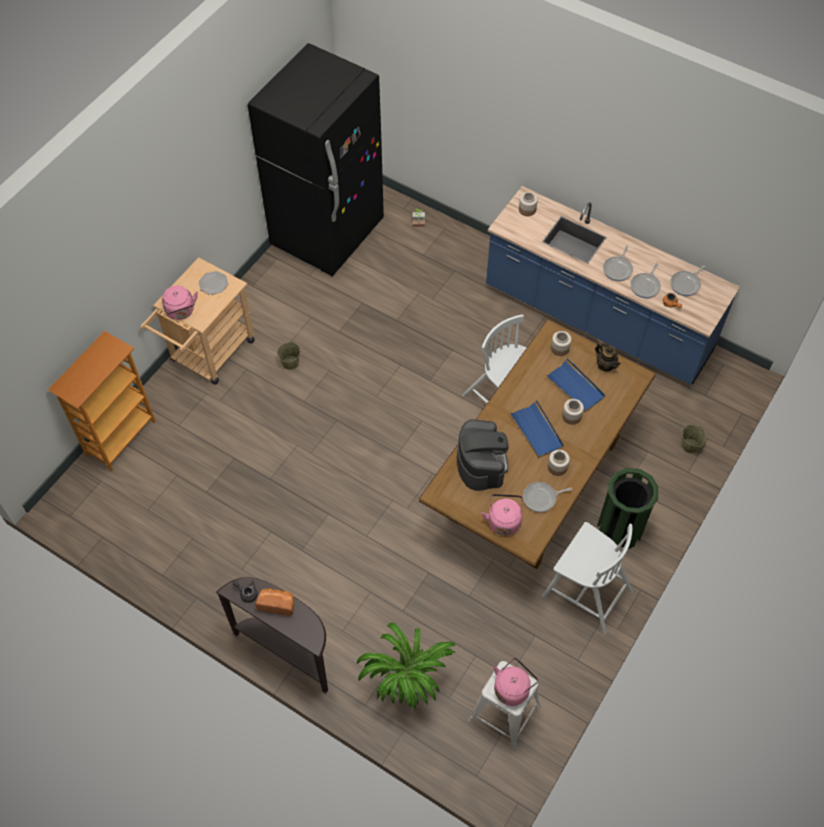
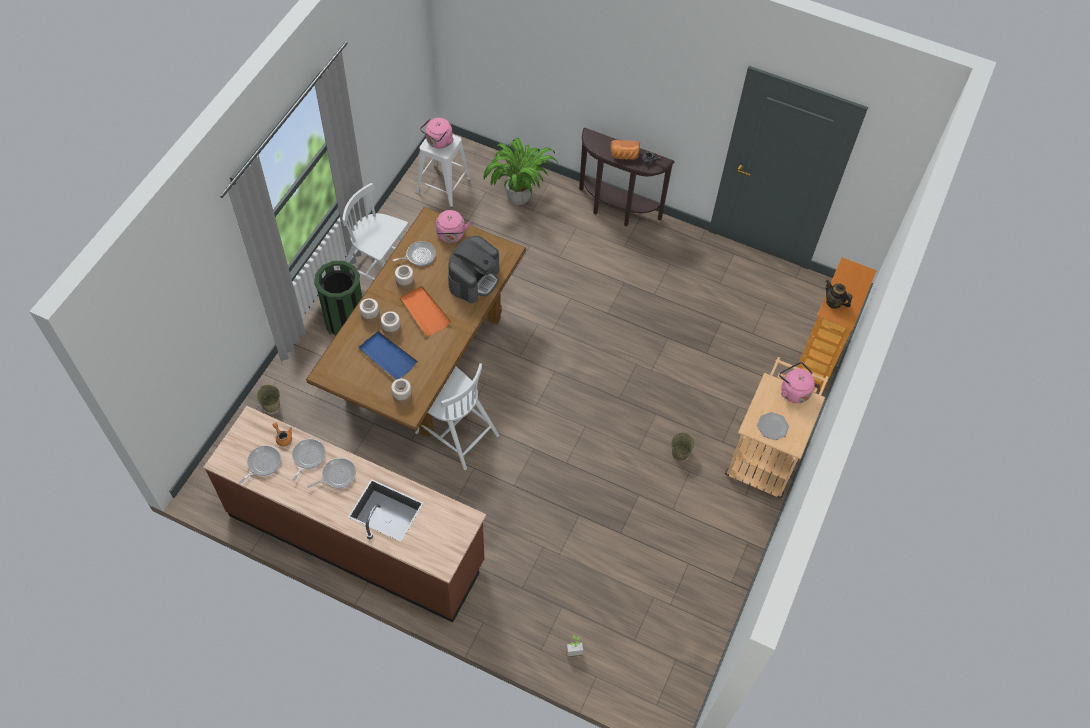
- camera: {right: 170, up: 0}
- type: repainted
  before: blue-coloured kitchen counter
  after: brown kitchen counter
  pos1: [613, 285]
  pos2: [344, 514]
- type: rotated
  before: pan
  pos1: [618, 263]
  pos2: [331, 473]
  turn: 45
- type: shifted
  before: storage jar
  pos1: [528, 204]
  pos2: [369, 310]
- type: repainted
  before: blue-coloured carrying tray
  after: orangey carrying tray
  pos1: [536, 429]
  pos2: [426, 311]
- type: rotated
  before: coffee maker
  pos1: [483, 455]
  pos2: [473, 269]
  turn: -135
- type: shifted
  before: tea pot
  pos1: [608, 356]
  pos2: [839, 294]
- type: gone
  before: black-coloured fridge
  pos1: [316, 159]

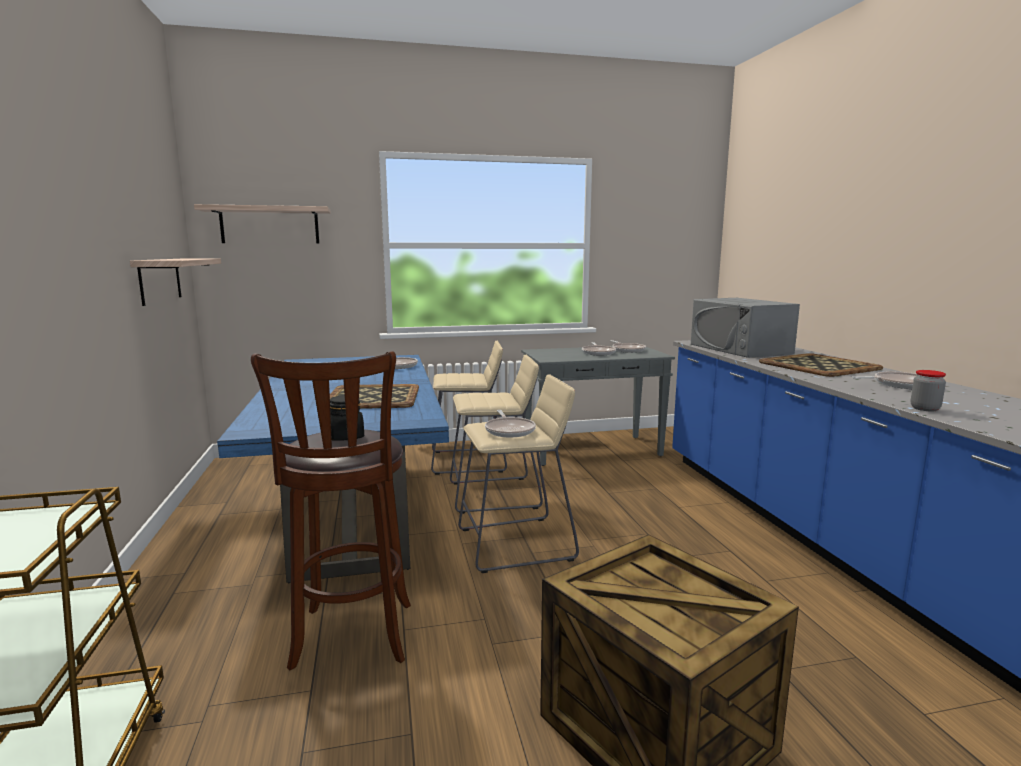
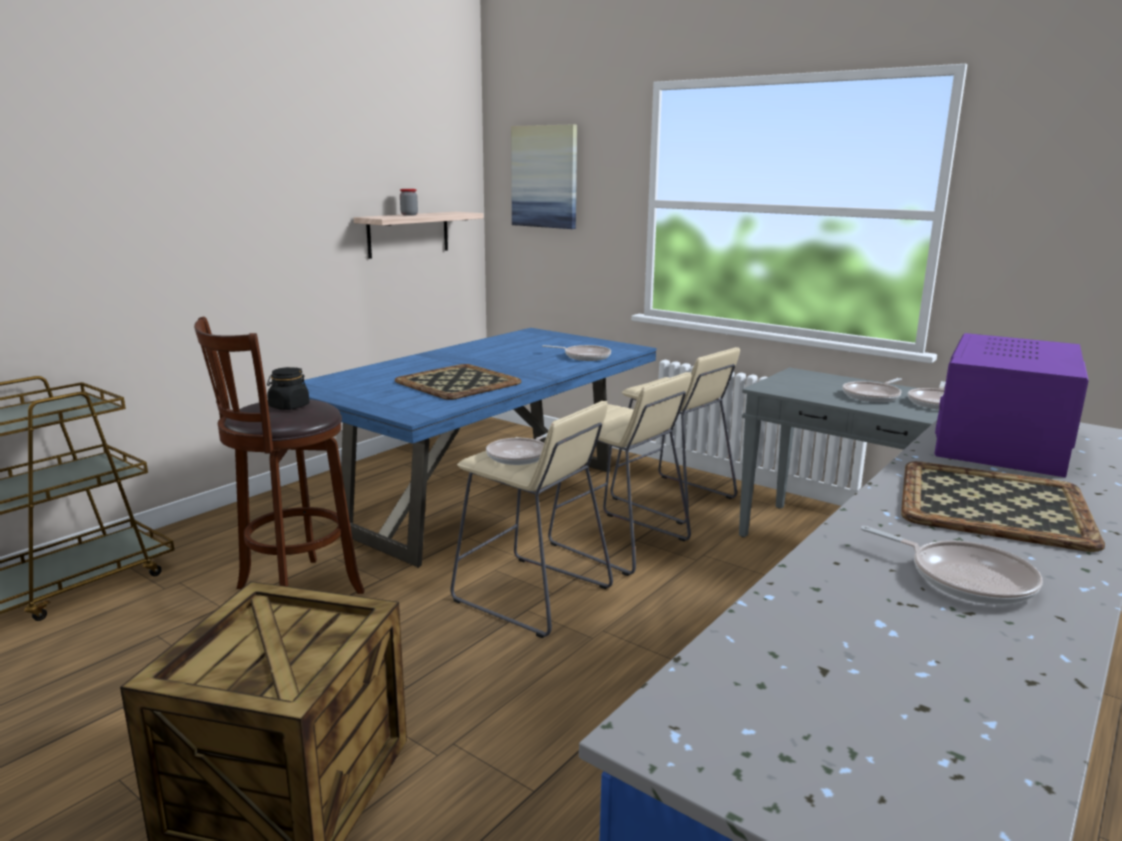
- camera: {right: 50, up: 5}
- type: shifted
  before: storage jar
  pos1: [928, 391]
  pos2: [409, 202]
- type: swapped
  before: wall shelf
  after: picture
  pos1: [262, 223]
  pos2: [544, 176]
- type: repainted
  before: grey microwave
  after: purple microwave
  pos1: [745, 328]
  pos2: [1011, 405]

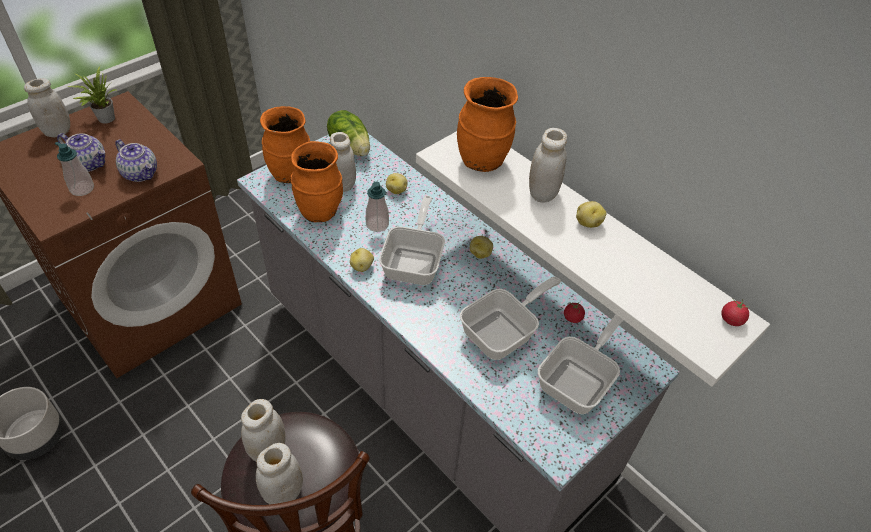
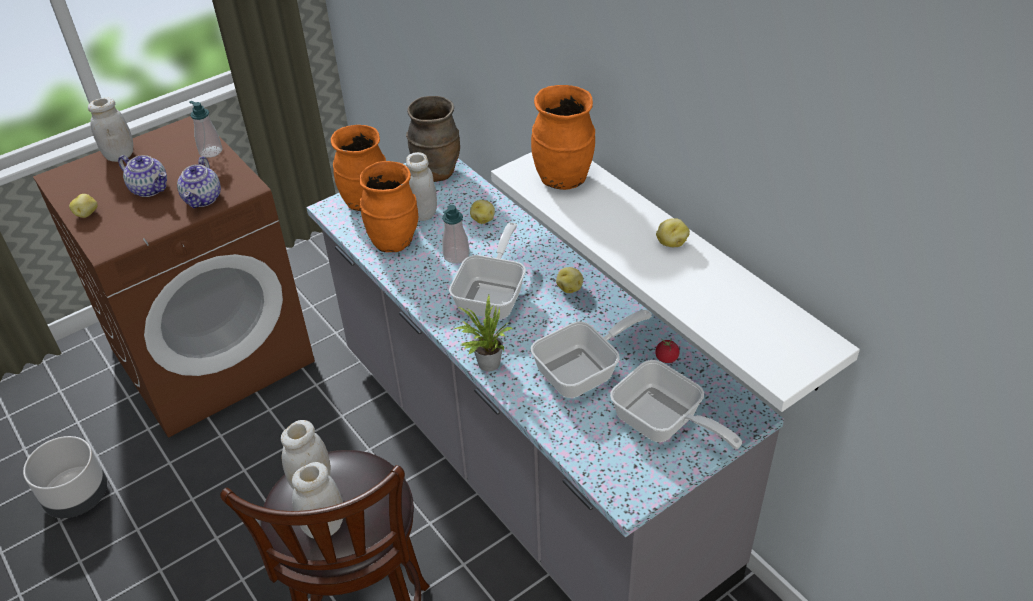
- camera: {right: 10, up: -5}
- type: shifted
  before: whole potato
  pos1: [362, 260]
  pos2: [83, 206]
- type: rotated
  before: tea pot
  pos1: [136, 160]
  pos2: [199, 182]
  turn: 45
- type: shifted
  before: soap bottle
  pos1: [74, 169]
  pos2: [205, 129]
- type: swapped
  before: lettuce
  after: brown vase
  pos1: [348, 133]
  pos2: [433, 139]
- type: shifted
  before: plant in a pot
  pos1: [93, 95]
  pos2: [484, 333]
- type: rotated
  before: pan
  pos1: [581, 364]
  pos2: [676, 404]
  turn: 90
- type: gone
  before: white-coloured storage jar
  pos1: [548, 165]
- type: gone
  before: tomato
  pos1: [735, 312]

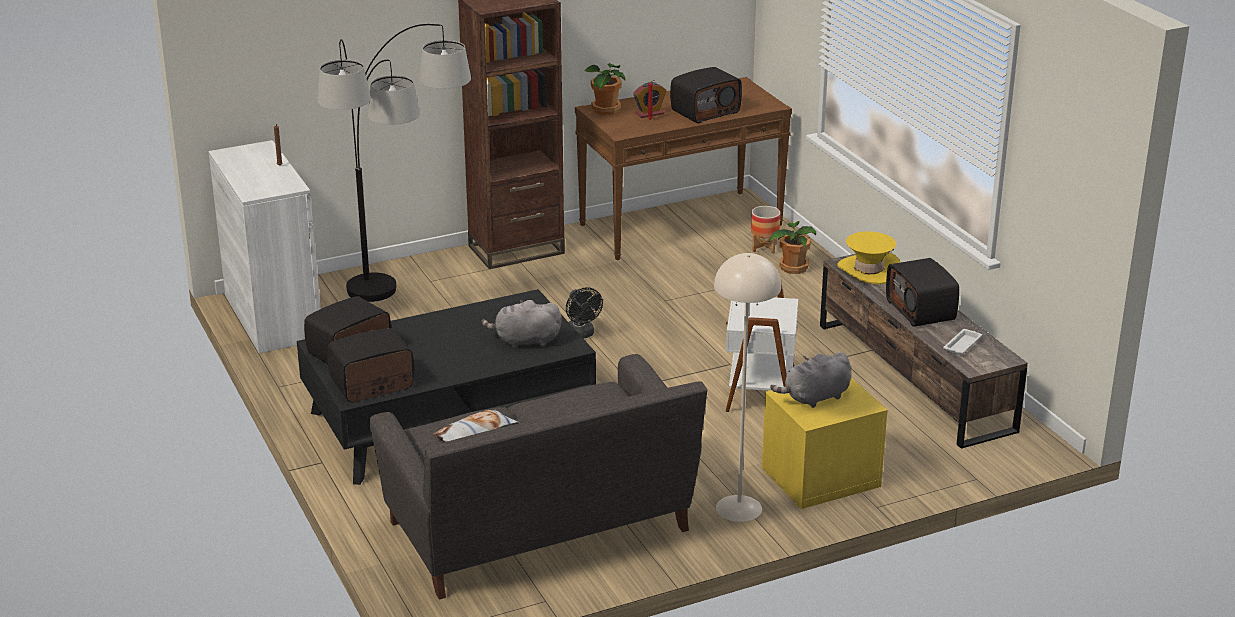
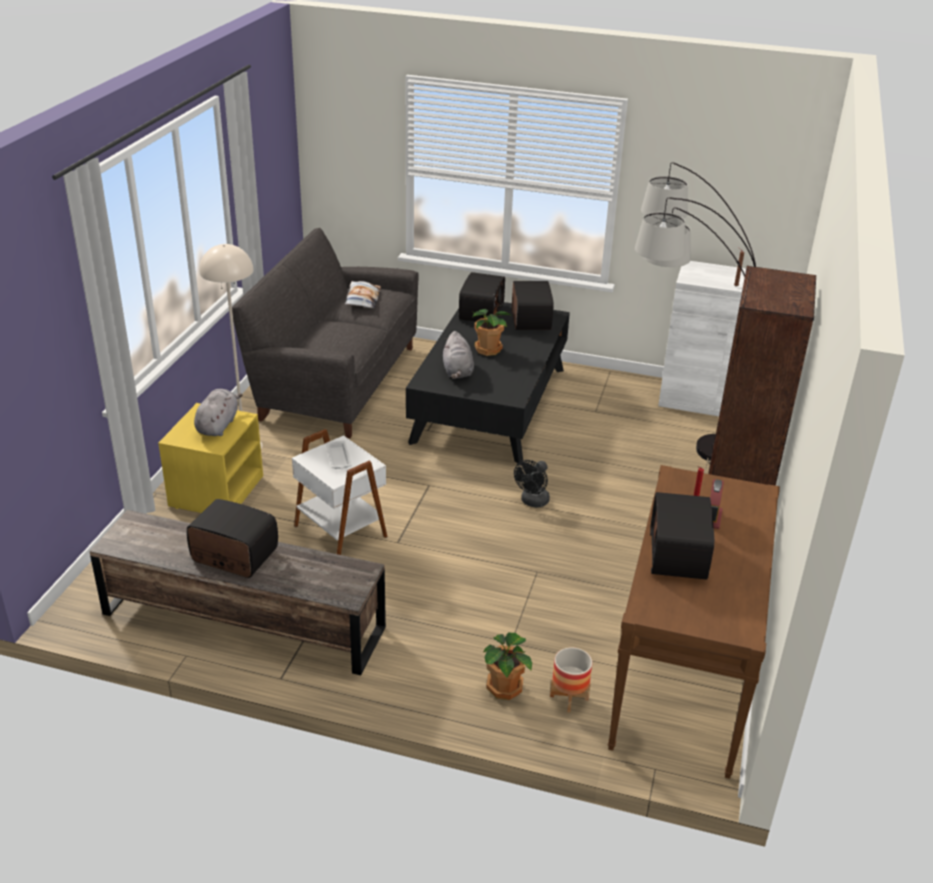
- camera: {right: 130, up: 5}
- type: shifted
  before: white-coloured carrying tray
  pos1: [962, 342]
  pos2: [339, 455]
- type: rotated
  before: grey cuddly toy
  pos1: [521, 324]
  pos2: [458, 355]
  turn: 135
- type: shifted
  before: plant in a pot
  pos1: [605, 89]
  pos2: [491, 332]
- type: rotated
  before: black-coloured cooling fan
  pos1: [584, 313]
  pos2: [532, 484]
  turn: -75
- type: gone
  before: yellowish clothing hat
  pos1: [868, 257]

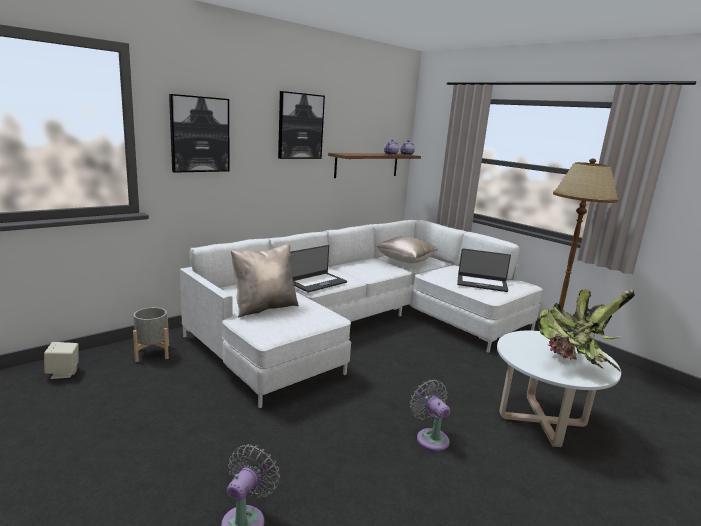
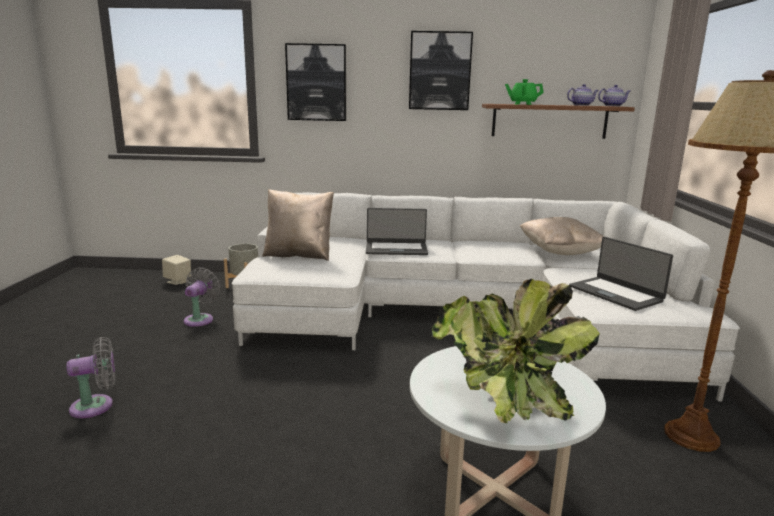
- camera: {right: 45, up: 0}
- type: shifted
  before: grey cooling fan
  pos1: [430, 415]
  pos2: [202, 297]
- type: new
  after: greenish tea pot
  pos2: [524, 92]

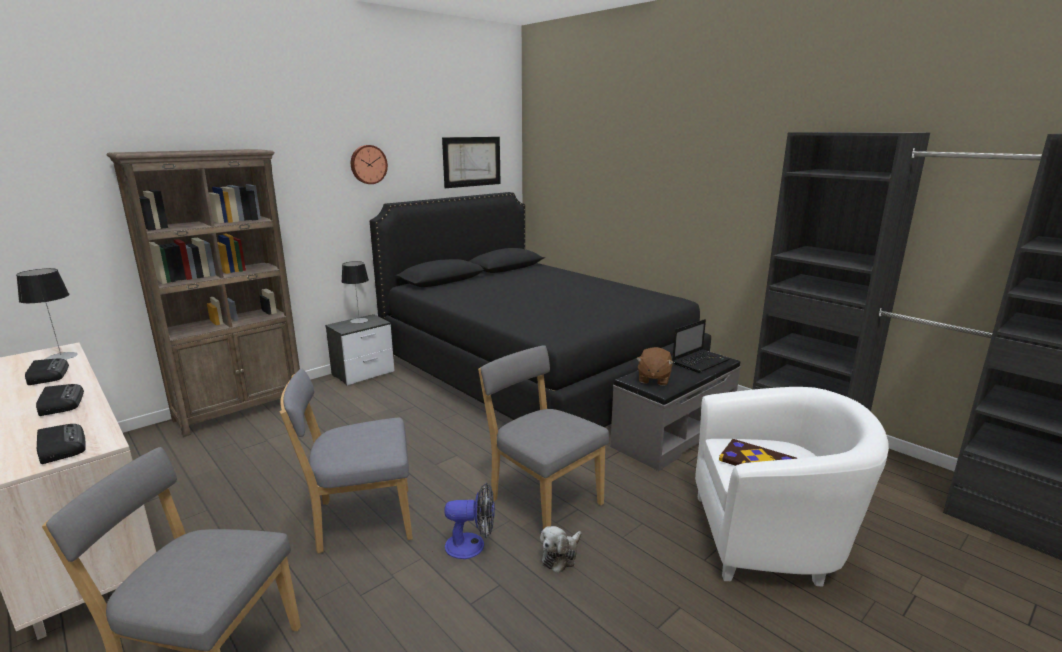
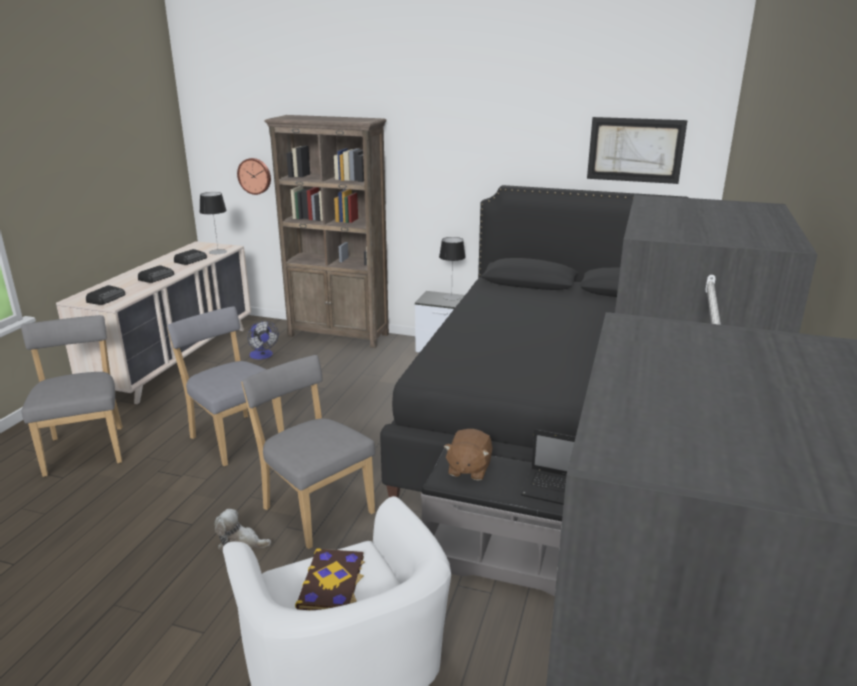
- camera: {right: 60, up: 5}
- type: shifted
  before: wall clock
  pos1: [369, 164]
  pos2: [254, 176]
- type: rotated
  before: grey chair
  pos1: [543, 437]
  pos2: [308, 452]
  turn: -60
- type: shifted
  before: cooling fan
  pos1: [469, 521]
  pos2: [263, 340]
- type: rotated
  before: brown cuddly toy
  pos1: [655, 366]
  pos2: [468, 455]
  turn: -60

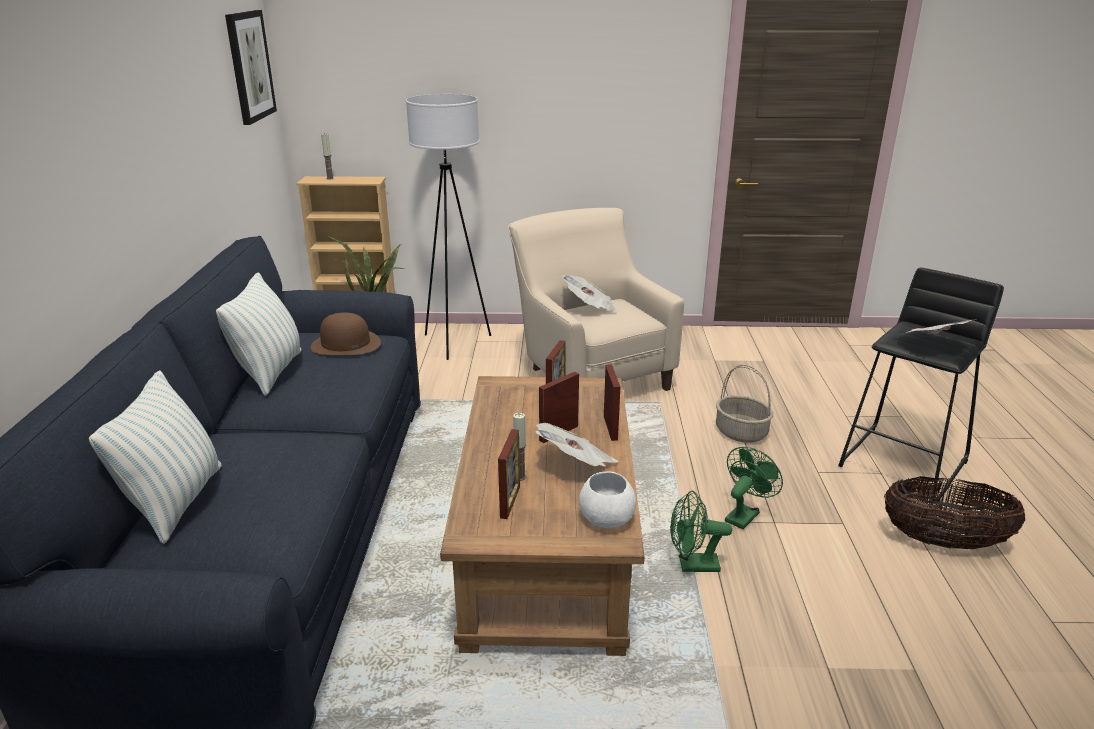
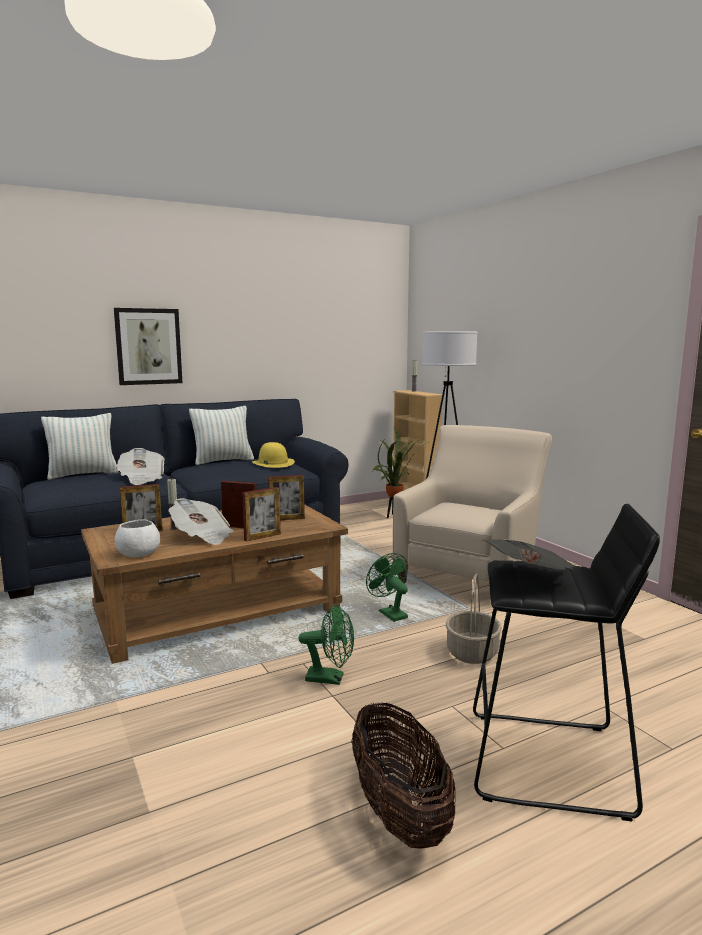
- camera: {right: 60, up: -15}
- type: shifted
  before: picture
  pos1: [251, 67]
  pos2: [148, 346]
- type: shifted
  before: printed paper
  pos1: [589, 293]
  pos2: [140, 466]
- type: repainted
  before: brown clothing hat
  after: yellowish clothing hat
  pos1: [345, 334]
  pos2: [273, 455]
- type: shifted
  before: greenish cooling fan
  pos1: [701, 531]
  pos2: [387, 587]

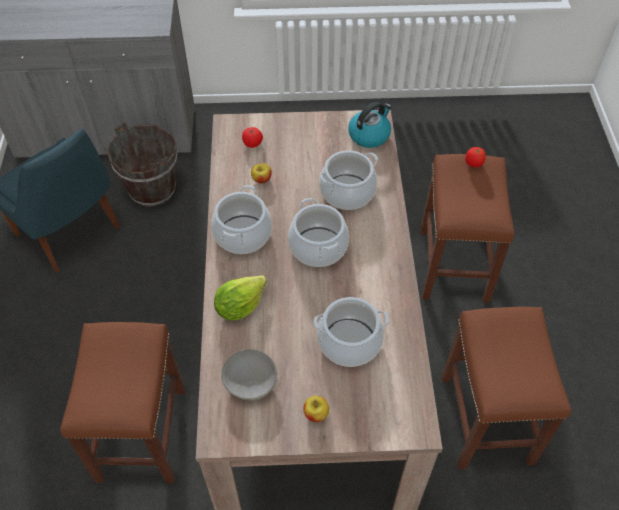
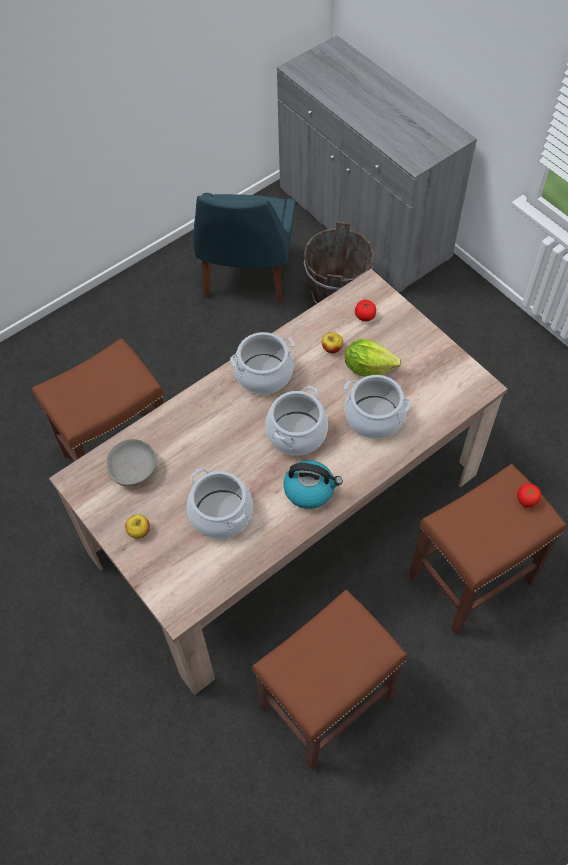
- camera: {right: 55, up: 5}
- type: shifted
  before: kettle
  pos1: [370, 125]
  pos2: [313, 484]
- type: shifted
  before: lettuce
  pos1: [240, 297]
  pos2: [373, 358]

